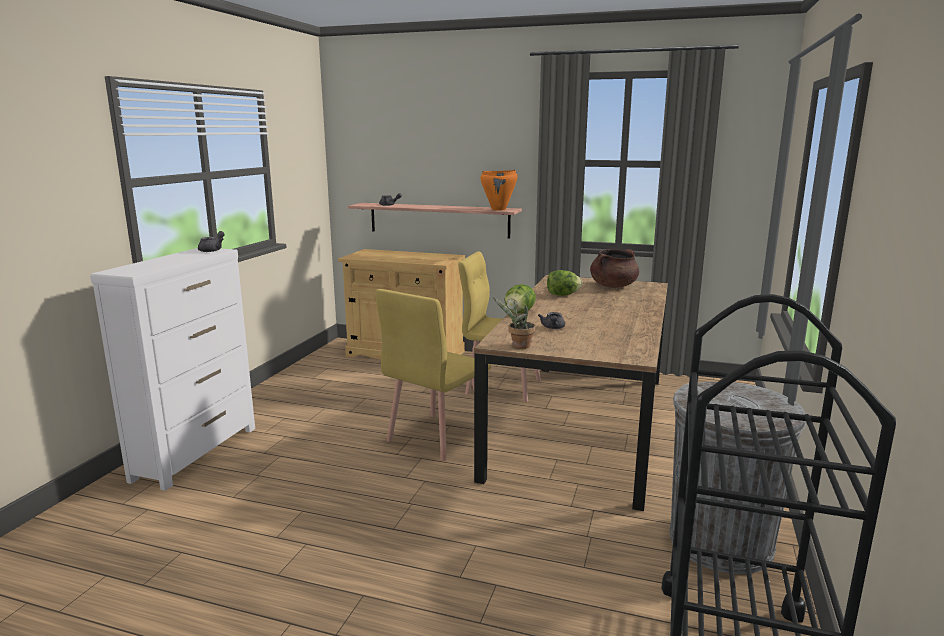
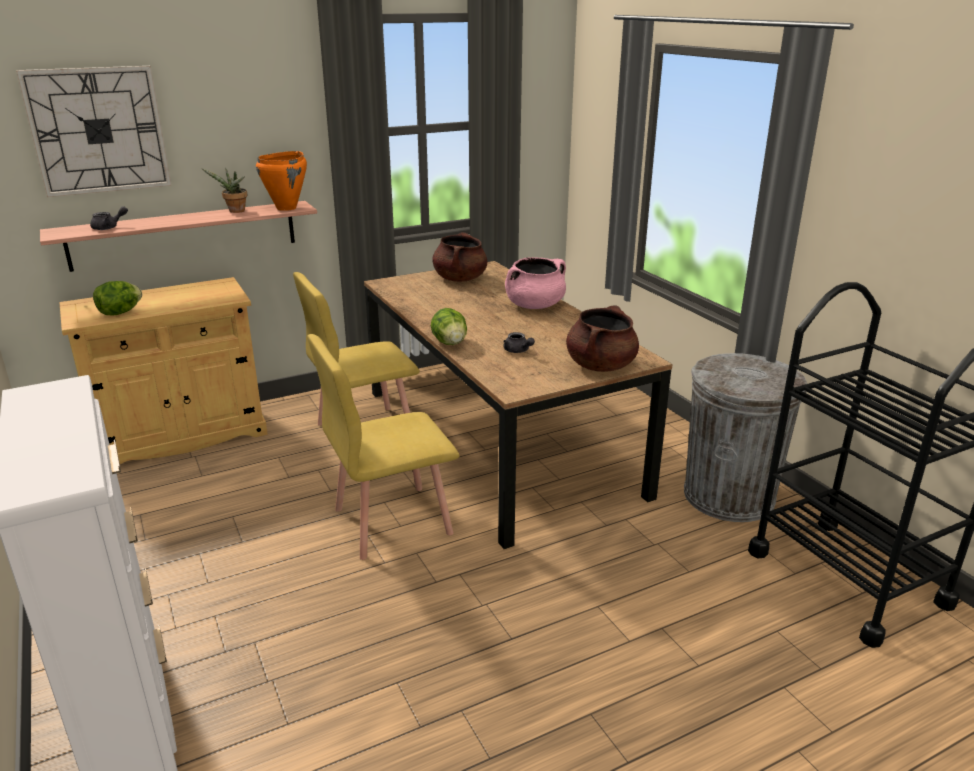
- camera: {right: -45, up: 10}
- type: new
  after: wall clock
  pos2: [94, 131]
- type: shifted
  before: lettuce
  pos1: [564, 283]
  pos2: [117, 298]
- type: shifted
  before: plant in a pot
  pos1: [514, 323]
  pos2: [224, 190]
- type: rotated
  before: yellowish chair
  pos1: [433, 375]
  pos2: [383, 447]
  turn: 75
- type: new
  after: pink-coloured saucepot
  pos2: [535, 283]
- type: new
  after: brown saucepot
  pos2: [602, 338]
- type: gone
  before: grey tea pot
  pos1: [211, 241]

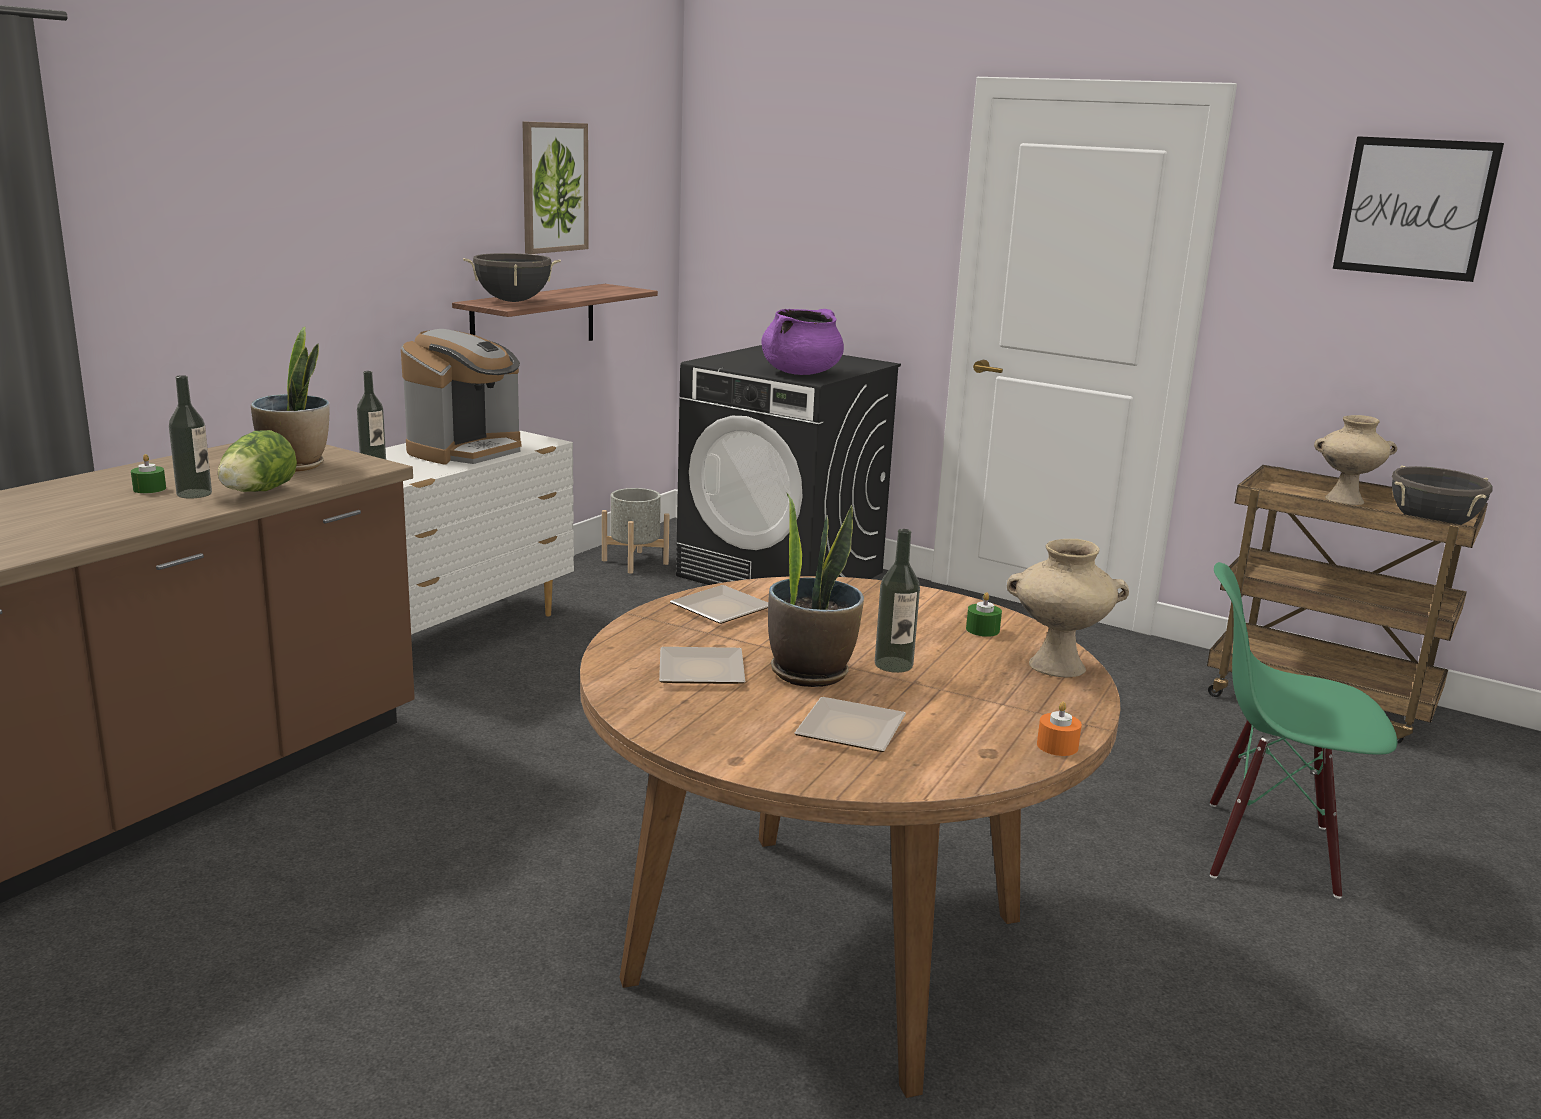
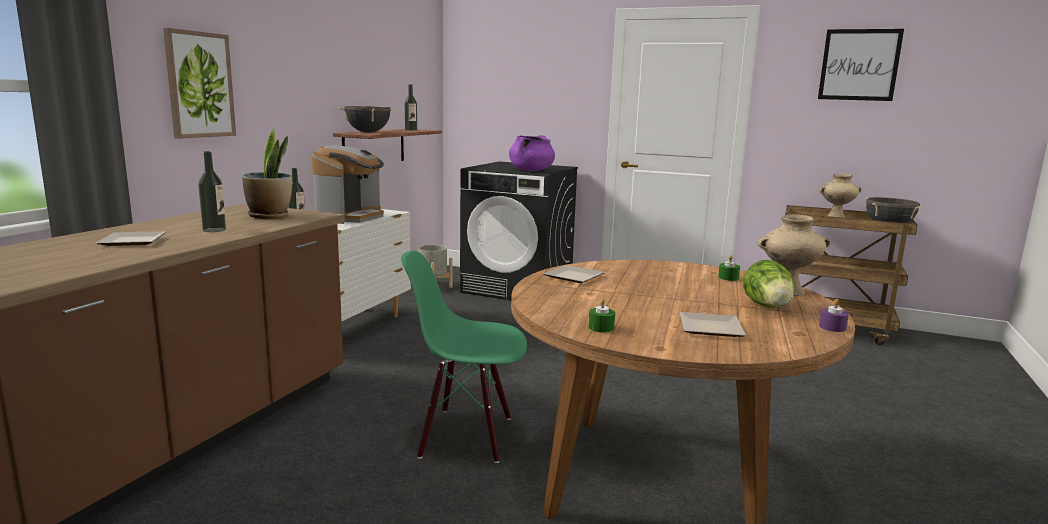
- camera: {right: -10, up: -5}
- type: shifted
  before: flat dish
  pos1: [702, 665]
  pos2: [131, 238]
- type: shifted
  before: picture
  pos1: [556, 187]
  pos2: [199, 83]
- type: shifted
  before: greenish chair
  pos1: [1303, 730]
  pos2: [464, 356]
- type: shifted
  before: bottle
  pos1: [897, 601]
  pos2: [411, 107]
- type: shifted
  before: greenish wax light
  pos1: [148, 473]
  pos2: [601, 315]
- type: shifted
  before: lettuce
  pos1: [257, 461]
  pos2: [768, 284]
- type: repainted
  before: orangey wax light
  after: purple wax light
  pos1: [1059, 728]
  pos2: [834, 315]
- type: gone
  before: plant in a pot
  pos1: [816, 589]

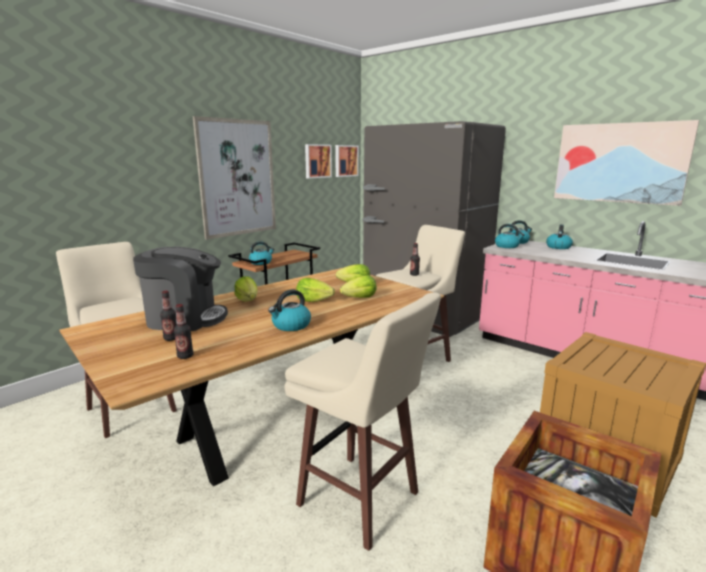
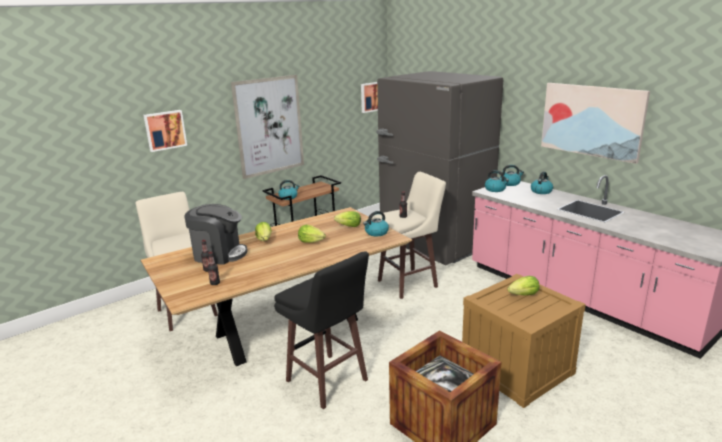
- camera: {right: 10, up: 5}
- type: shifted
  before: picture
  pos1: [318, 161]
  pos2: [165, 131]
- type: repainted
  before: sand-coloured sitting stool
  after: black-coloured sitting stool
  pos1: [362, 421]
  pos2: [321, 330]
- type: shifted
  before: kettle
  pos1: [289, 310]
  pos2: [376, 223]
- type: shifted
  before: lettuce
  pos1: [358, 286]
  pos2: [523, 285]

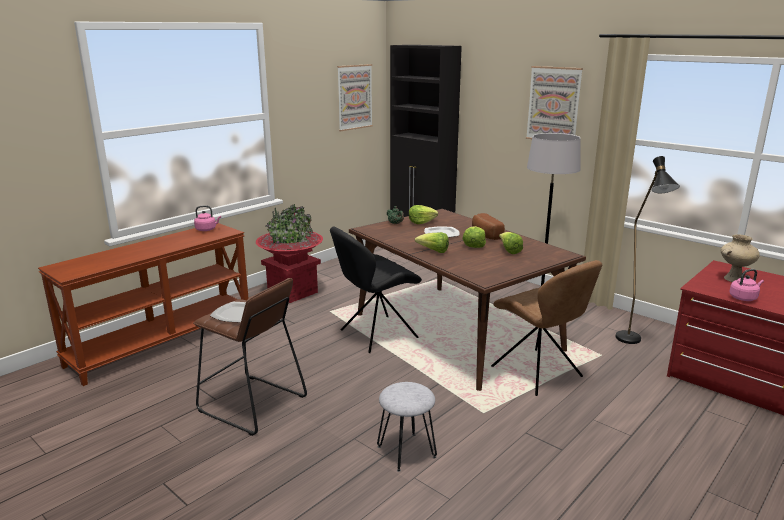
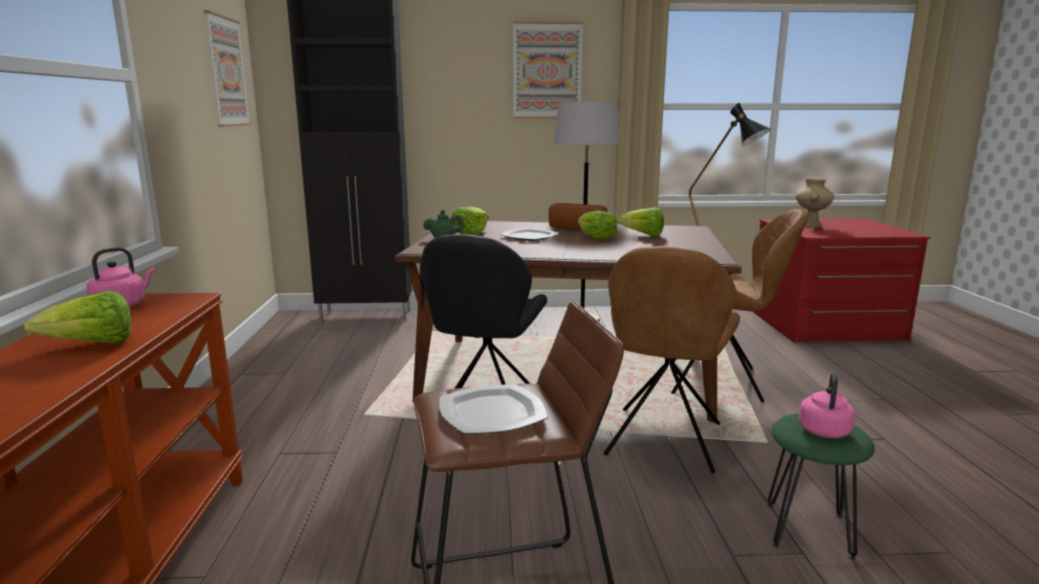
- camera: {right: -45, up: -5}
- type: shifted
  before: lettuce
  pos1: [432, 242]
  pos2: [77, 317]
- type: new
  after: brown chair
  pos2: [672, 359]
- type: repainted
  before: grey sitting stool
  after: greenish sitting stool
  pos1: [407, 427]
  pos2: [821, 486]
- type: shifted
  before: pink-coloured kettle
  pos1: [746, 285]
  pos2: [827, 405]
- type: gone
  before: reddish flower pot
  pos1: [289, 253]

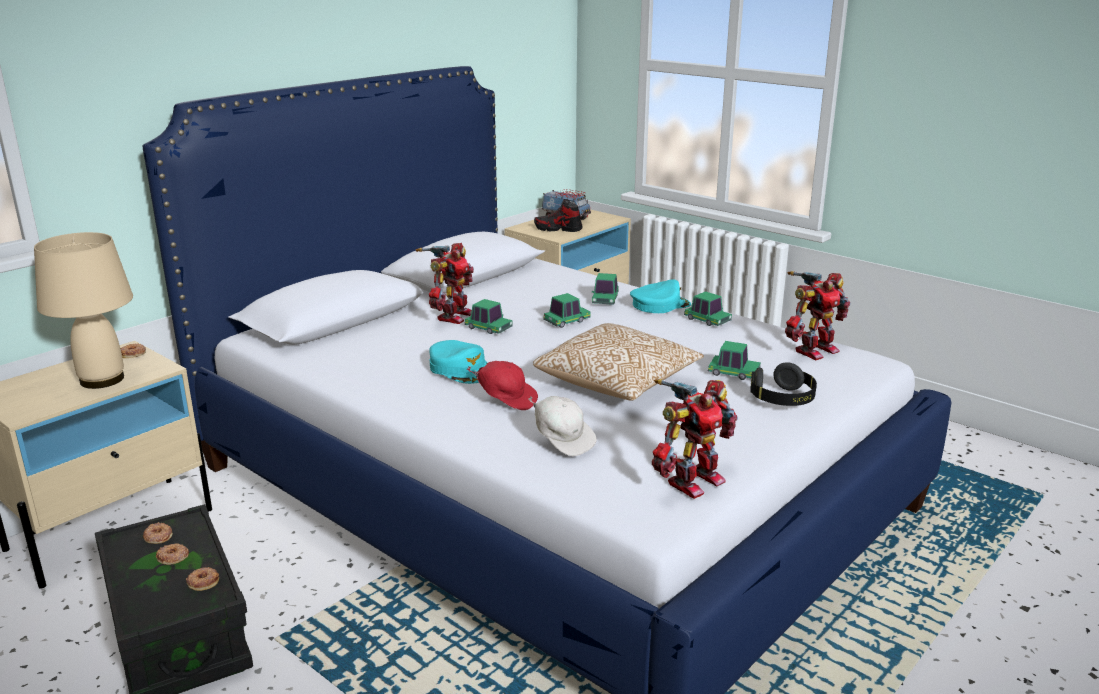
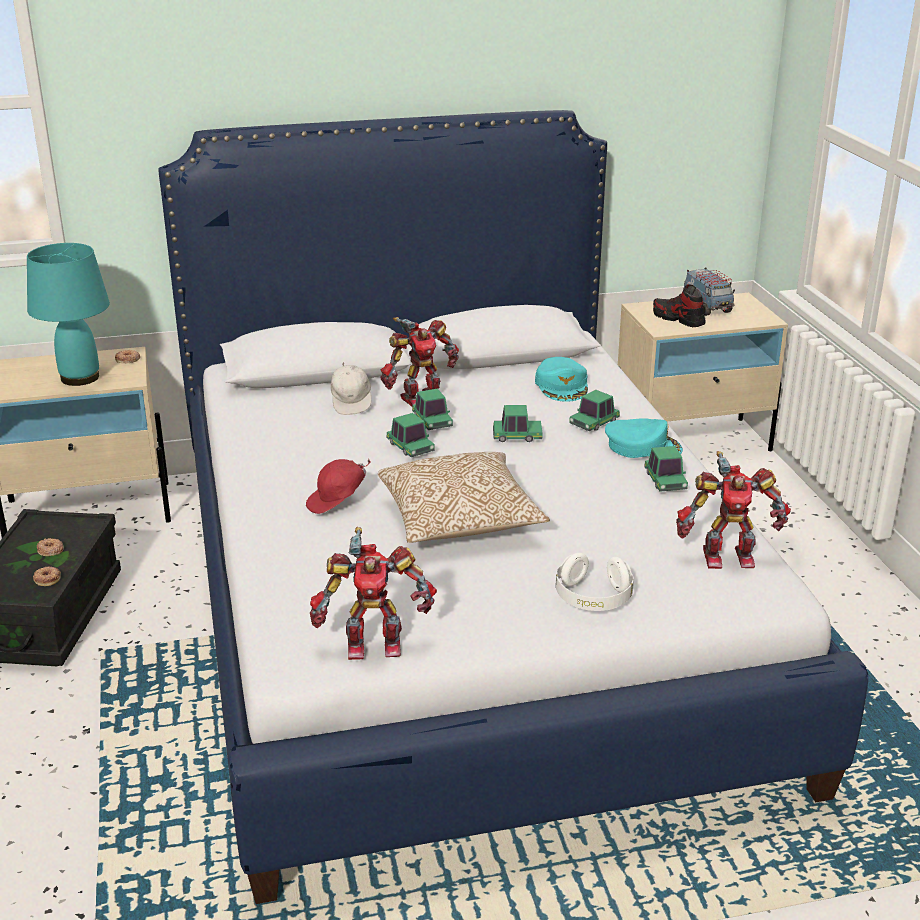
- camera: {right: 35, up: 5}
- type: repainted
  before: sand-coloured lamp for a table
  after: turquoise-coloured lamp for a table
  pos1: [83, 310]
  pos2: [68, 314]
- type: rotated
  before: reddish peaked cap
  pos1: [502, 385]
  pos2: [338, 486]
  turn: 90
- type: shifted
  before: white-coloured peaked cap
  pos1: [562, 426]
  pos2: [351, 388]
- type: shifted
  before: miniature car
  pos1: [734, 360]
  pos2: [410, 435]
- type: shifted
  before: turquoise-coloured peaked cap
  pos1: [458, 362]
  pos2: [561, 379]
- type: repainted
  before: black-coloured pair of headphones
  after: white-coloured pair of headphones
  pos1: [783, 384]
  pos2: [595, 582]
- type: gone
  before: donut
  pos1: [158, 533]

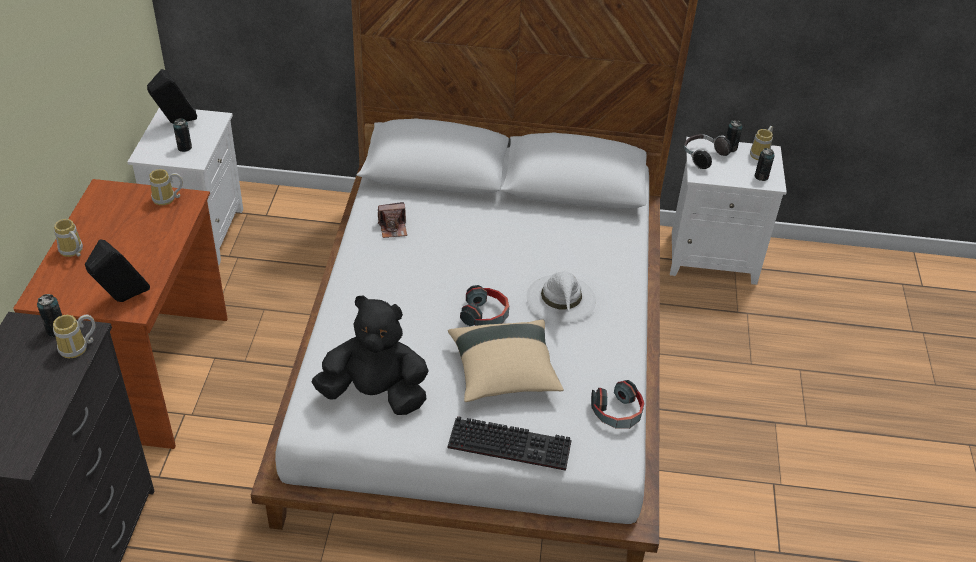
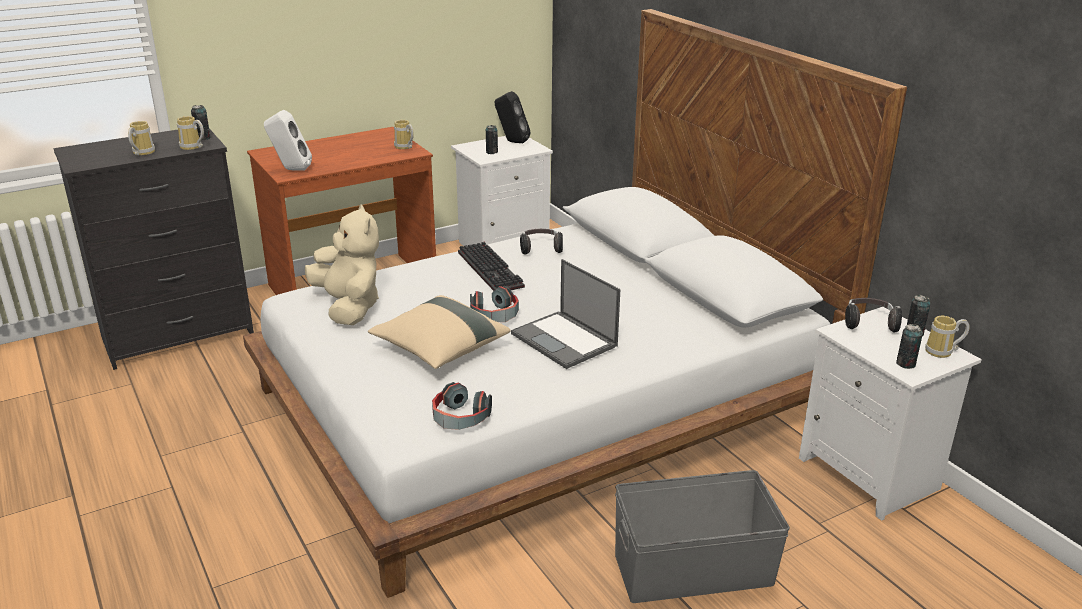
- camera: {right: 55, up: -15}
- type: shifted
  before: mug
  pos1: [68, 238]
  pos2: [141, 138]
- type: repainted
  before: black-coloured audio speaker
  after: white-coloured audio speaker
  pos1: [117, 270]
  pos2: [288, 140]
- type: repainted
  before: black-coloured cuddly toy
  after: sand-coloured cuddly toy
  pos1: [370, 355]
  pos2: [342, 264]
- type: shifted
  before: computer keyboard
  pos1: [510, 443]
  pos2: [491, 266]
- type: swapped
  before: white-coloured clothing hat
  after: portable computer
  pos1: [561, 297]
  pos2: [566, 314]
- type: swapped
  before: photo camera
  after: pair of headphones
  pos1: [392, 220]
  pos2: [541, 242]
- type: new
  after: grey storage container
  pos2: [702, 536]

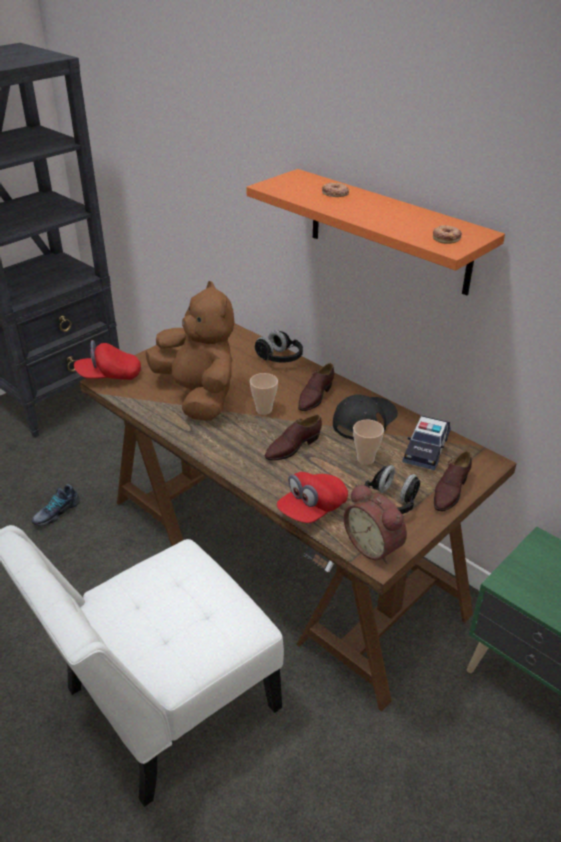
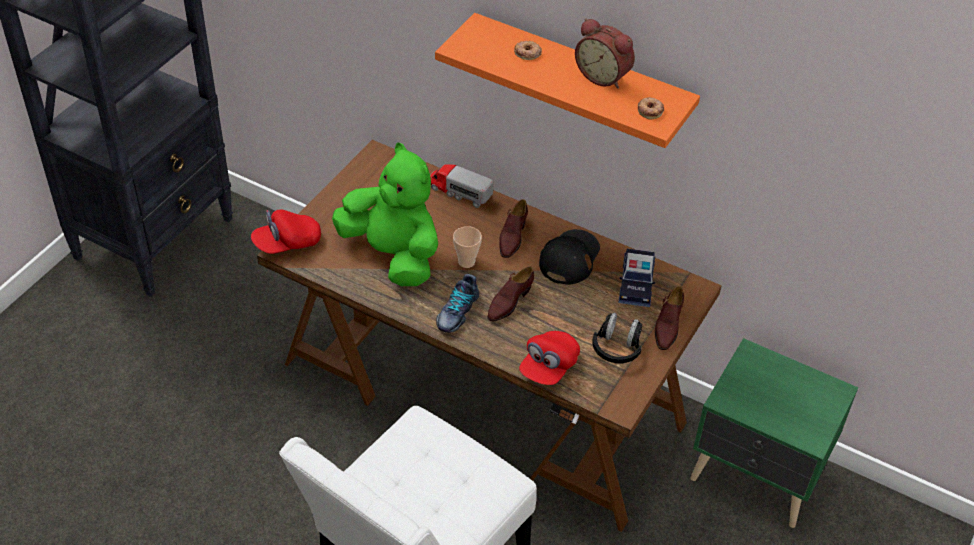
- camera: {right: -15, up: 10}
- type: repainted
  before: brown cuddly toy
  after: greenish cuddly toy
  pos1: [190, 351]
  pos2: [385, 214]
- type: swapped
  before: black-coloured pair of headphones
  after: toy lorry
  pos1: [279, 346]
  pos2: [462, 186]
- type: shifted
  before: shoe
  pos1: [56, 505]
  pos2: [457, 303]
- type: shifted
  before: alarm clock
  pos1: [375, 524]
  pos2: [605, 53]
- type: gone
  before: cup
  pos1: [368, 442]

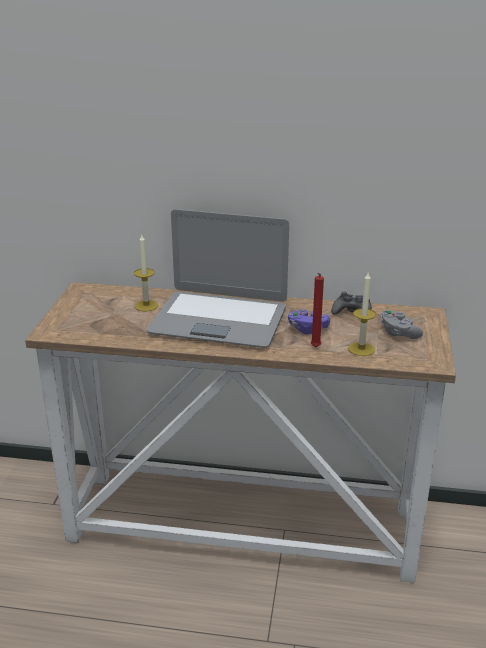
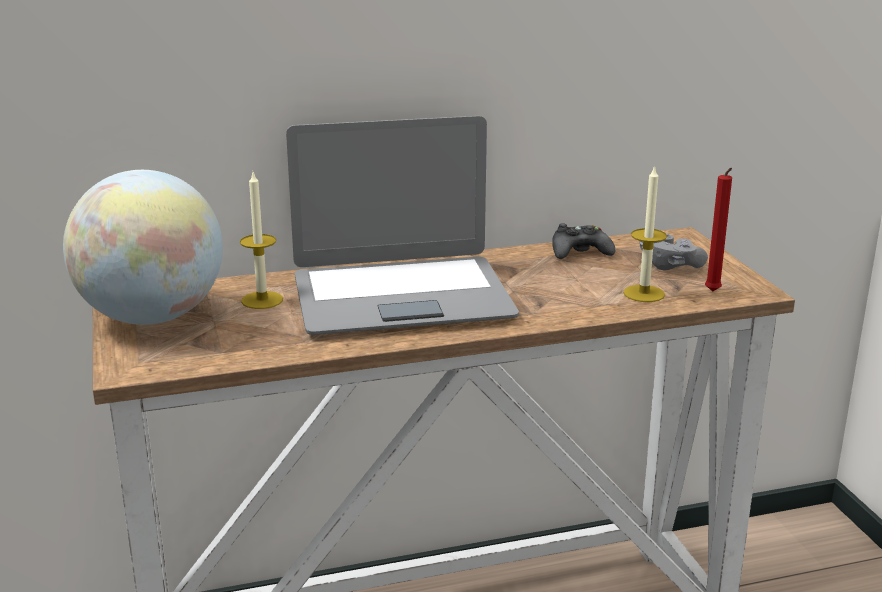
- camera: {right: -25, up: -5}
- type: new
  after: globe
  pos2: [143, 247]
- type: shifted
  before: reddish wax light
  pos1: [317, 310]
  pos2: [718, 229]
- type: gone
  before: purple joypad
  pos1: [309, 321]

